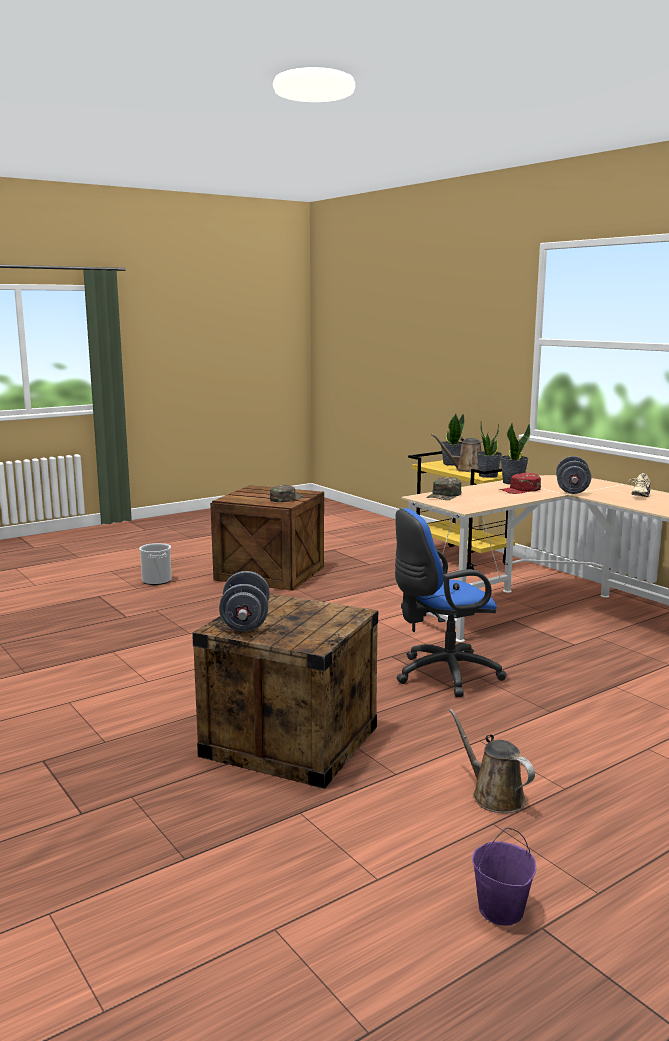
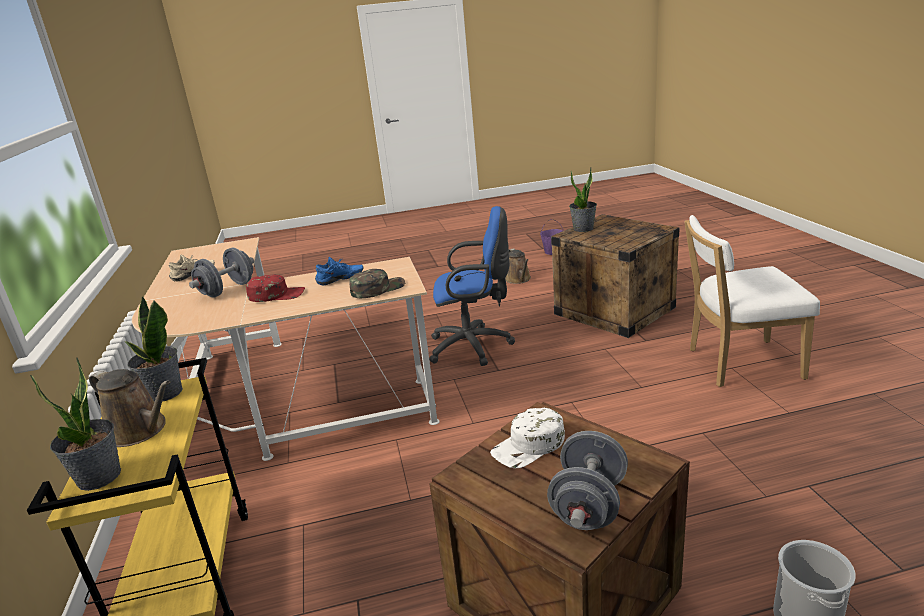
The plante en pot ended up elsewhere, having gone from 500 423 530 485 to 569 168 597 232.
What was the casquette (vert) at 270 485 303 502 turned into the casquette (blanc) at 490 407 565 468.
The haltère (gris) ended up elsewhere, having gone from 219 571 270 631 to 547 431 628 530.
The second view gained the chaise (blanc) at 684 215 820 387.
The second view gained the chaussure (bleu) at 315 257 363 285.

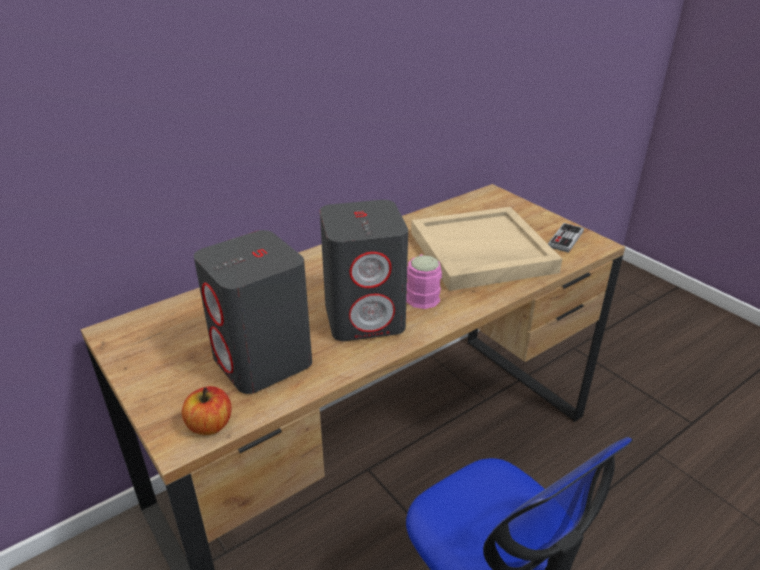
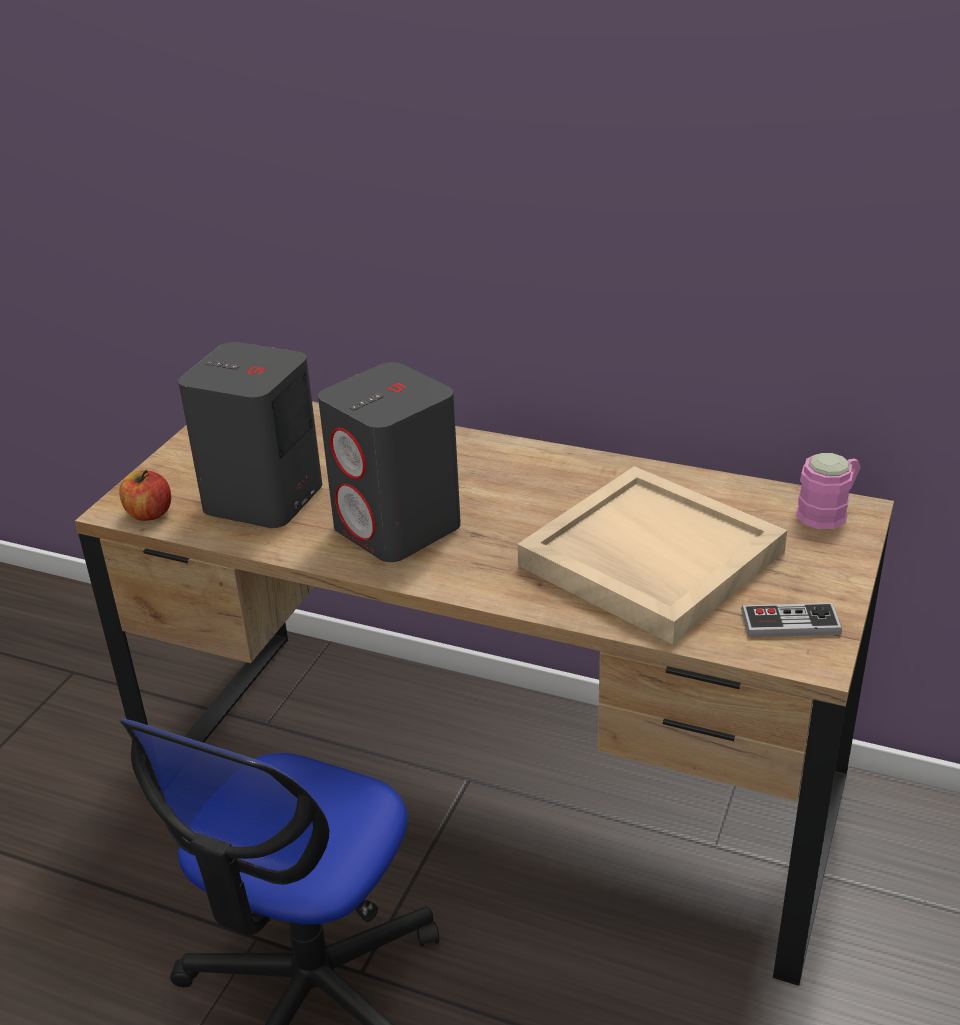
The mug (rose) ended up elsewhere, having gone from 406 254 442 309 to 796 453 861 529.

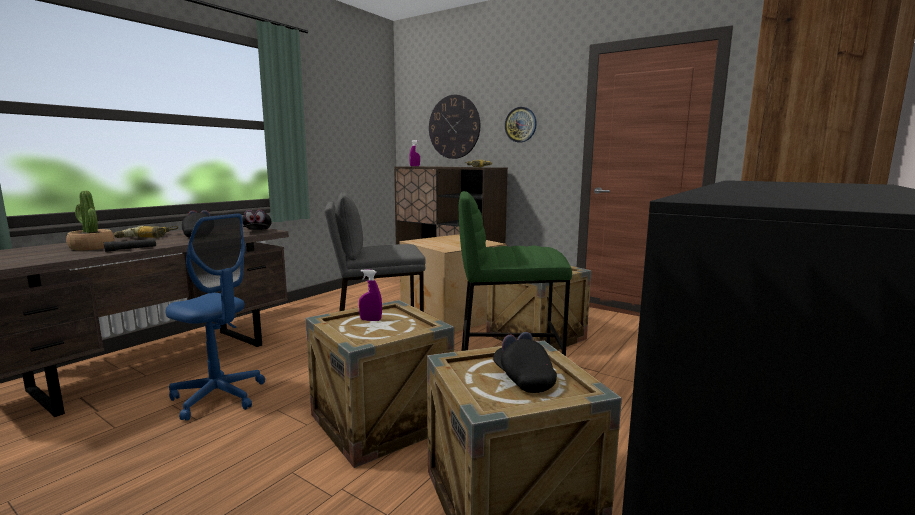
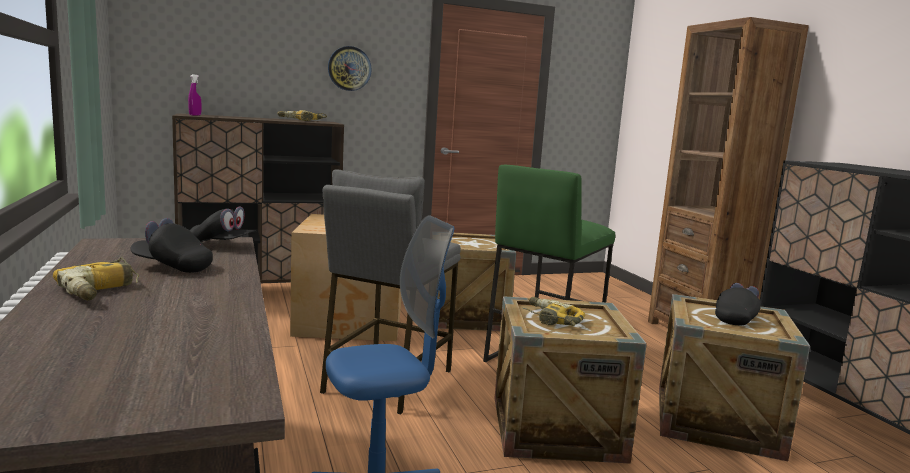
The second view lost the horloge murale at 429 95 480 159.
The second view lost the plante en pot at 66 191 115 251.
The second view lost the lampe de poche (noir) at 104 239 156 252.
Where the vaporisateur (violet) stood at 359 269 382 321, the perceuse came to stand at 523 297 585 326.
The casquette (noir) at 493 332 557 393 ended up facing another way, 120 degrees clockwise from before.

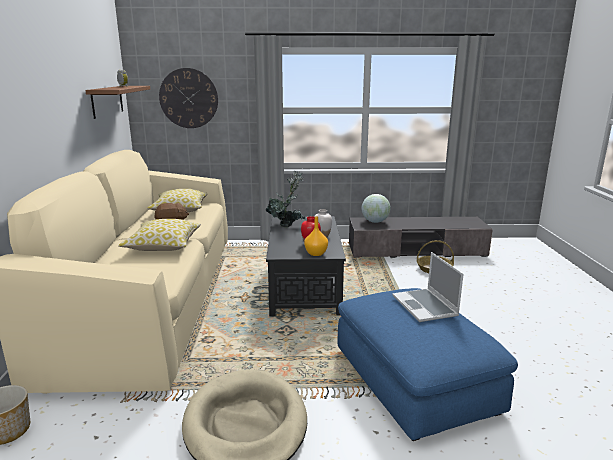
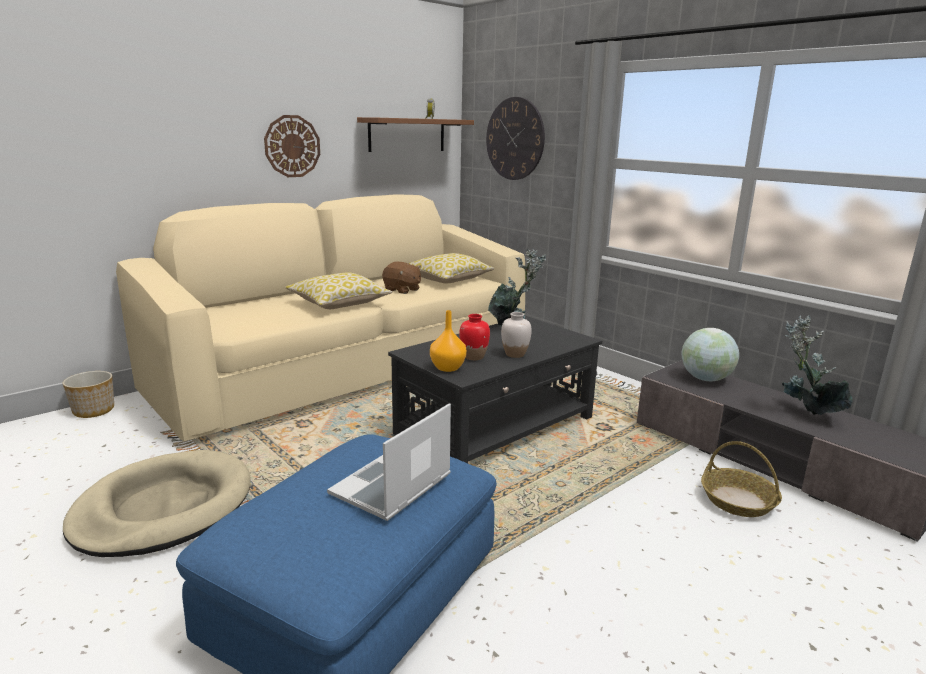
The second view gained the horloge murale at 264 115 320 177.
The second view gained the plante en pot at 782 315 853 415.

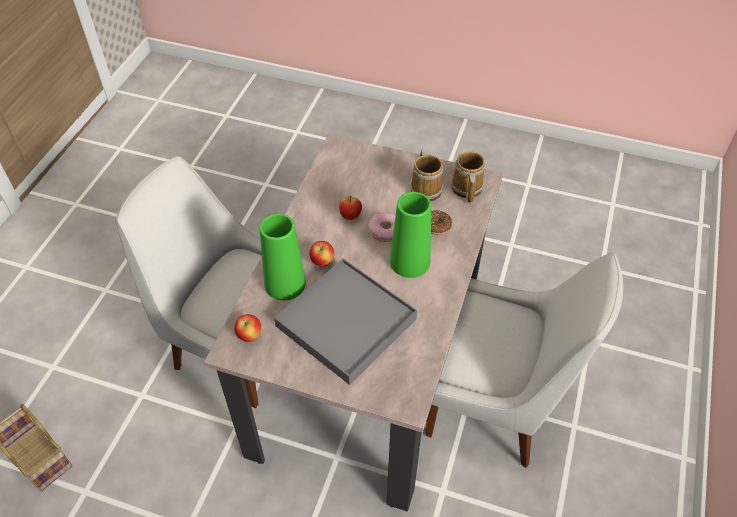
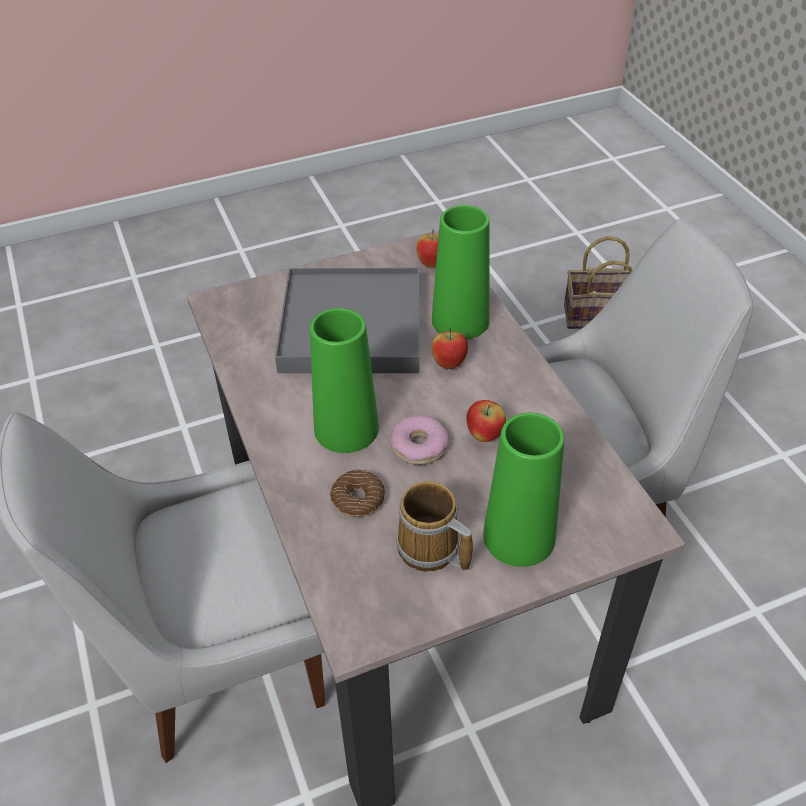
The second view lost the mug at 451 151 485 203.
The second view gained the vase (vert) at 483 413 564 567.

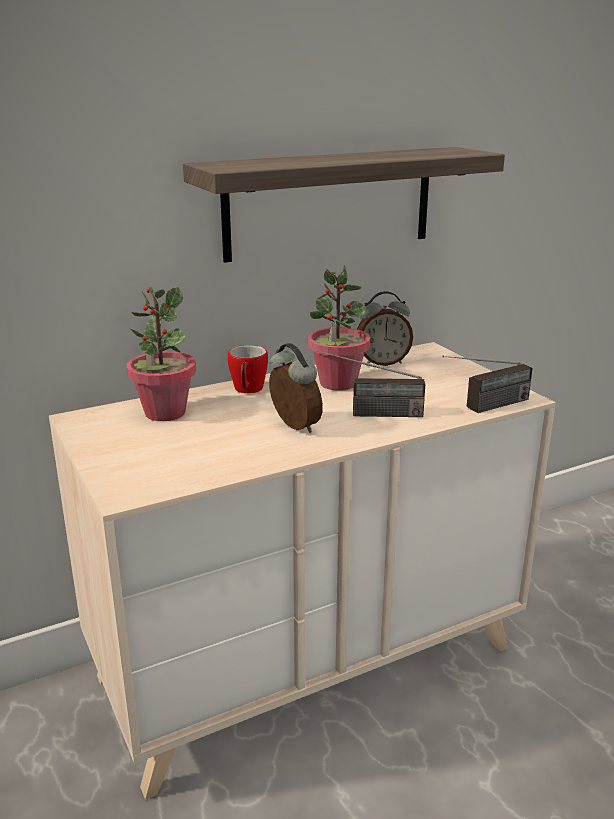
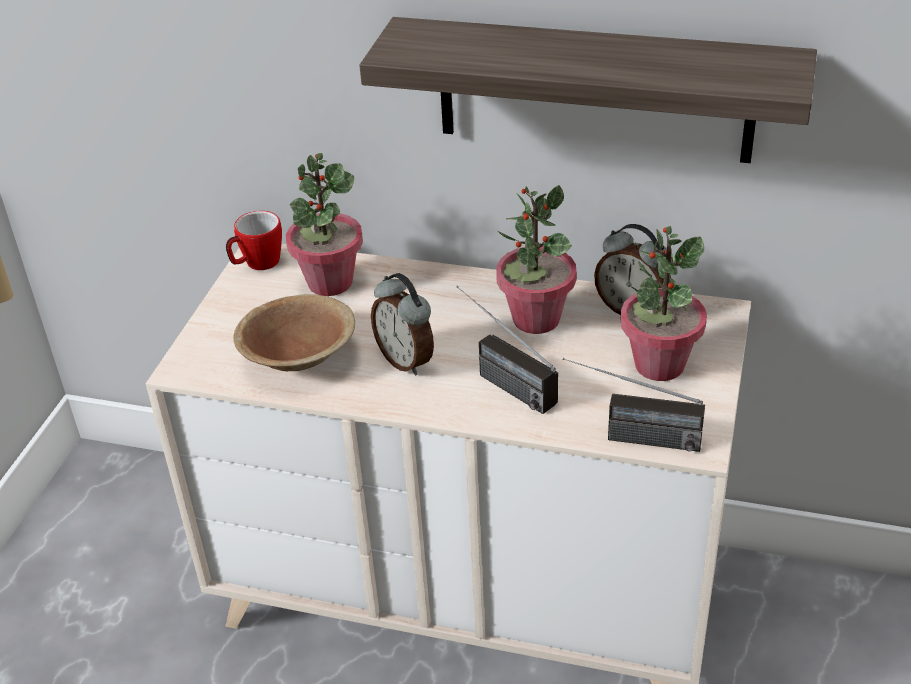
The réveil at 269 343 323 433 ended up facing another way, 135 degrees clockwise from before.
The mug ended up elsewhere, having gone from 228 345 268 394 to 226 211 282 270.
The second view gained the plante en pot at 620 226 707 381.
The second view gained the bol (marron) at 233 294 355 371.

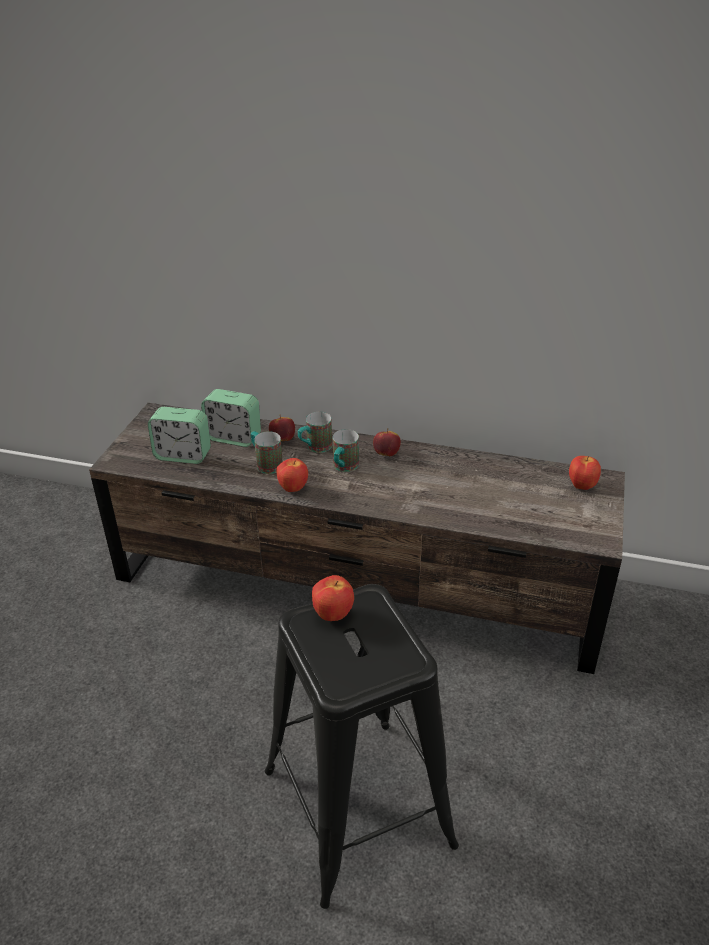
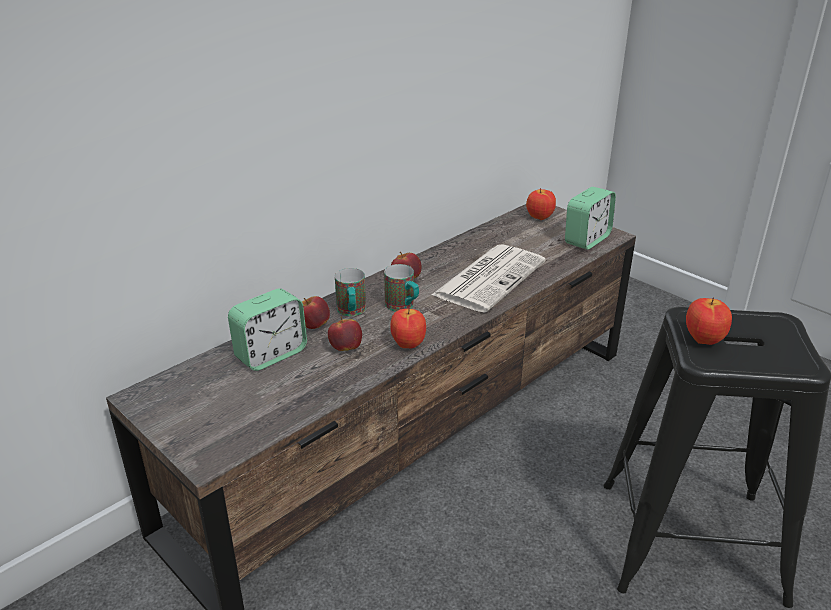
The réveil ended up elsewhere, having gone from 148 407 211 464 to 565 187 616 250.
Where the mug stood at 251 431 283 474, the pomme came to stand at 328 316 362 351.
The second view gained the journal at 432 244 546 313.

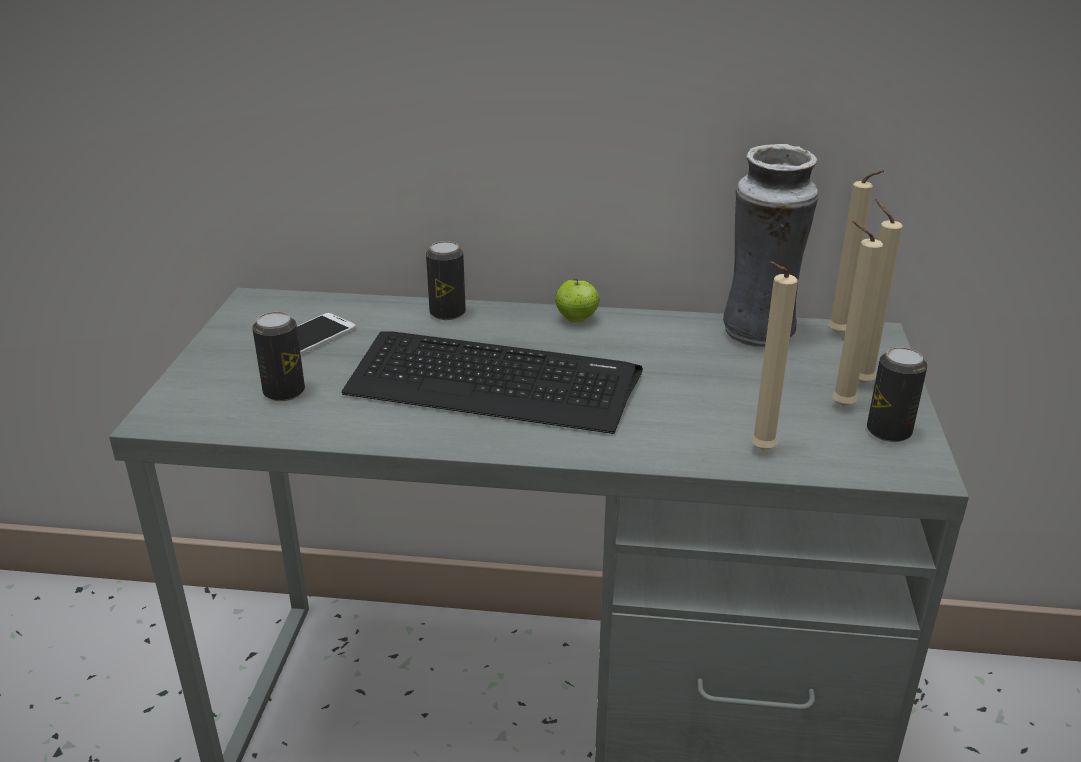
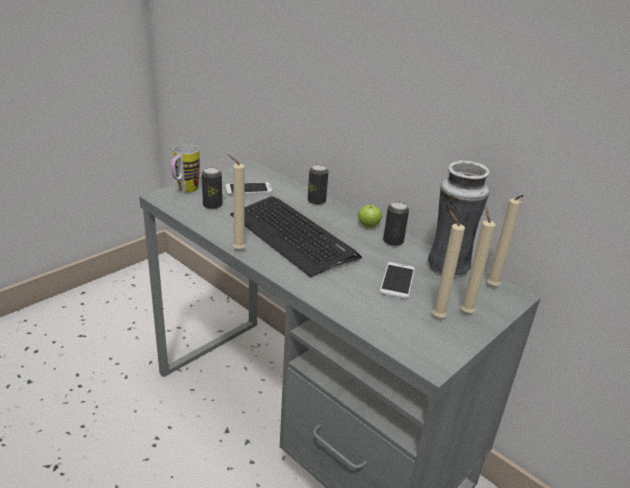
The bougie (beige) ended up elsewhere, having gone from 751 261 798 450 to 227 154 246 250.
The boîte métallique ended up elsewhere, having gone from 867 347 927 442 to 383 202 409 246.
The second view gained the mug at 171 144 200 193.
The second view gained the téléphone at 380 262 415 299.

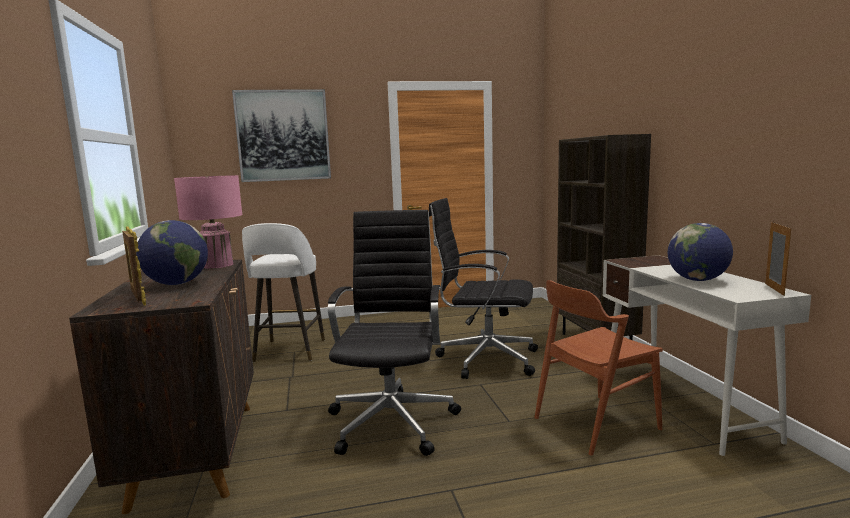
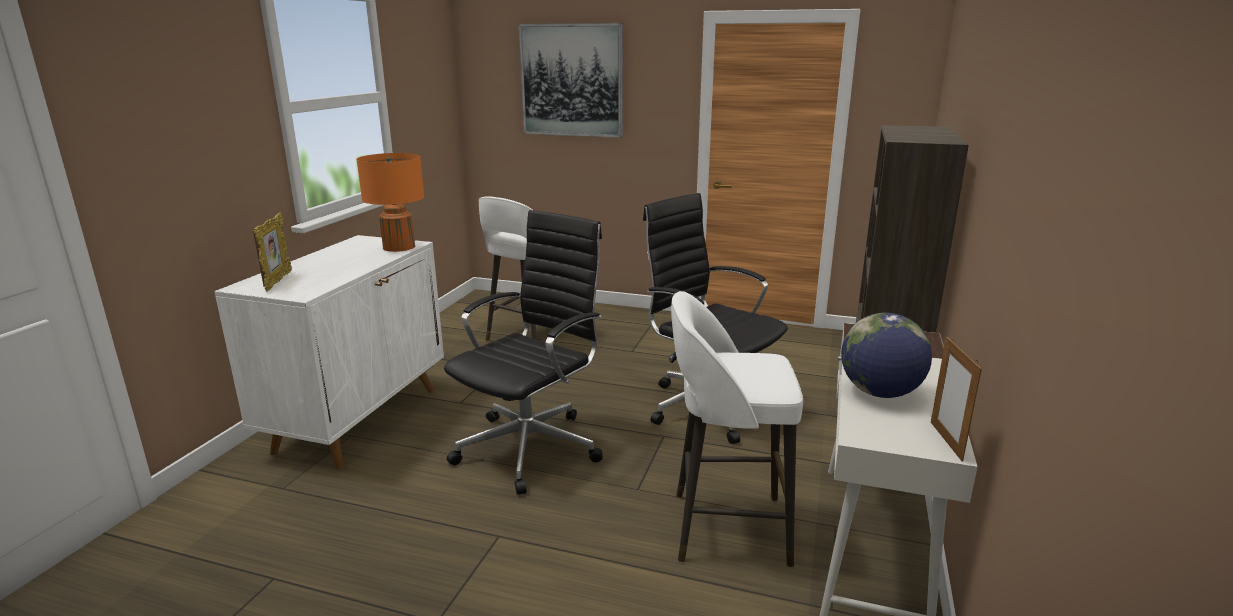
What was the lampe de table (rose) at 174 175 242 269 turned into the lampe de table (orange) at 356 153 424 252.
The second view lost the globe at 136 220 208 285.
The cadre photo at 765 222 791 296 ended up facing another way, 135 degrees clockwise from before.
What was the meuble de rangement (marron) at 69 259 254 514 turned into the meuble de rangement (blanc) at 214 235 444 469.
Where the chaise (marron) stood at 535 280 663 456, the tabouret (blanc) came to stand at 671 291 803 567.

